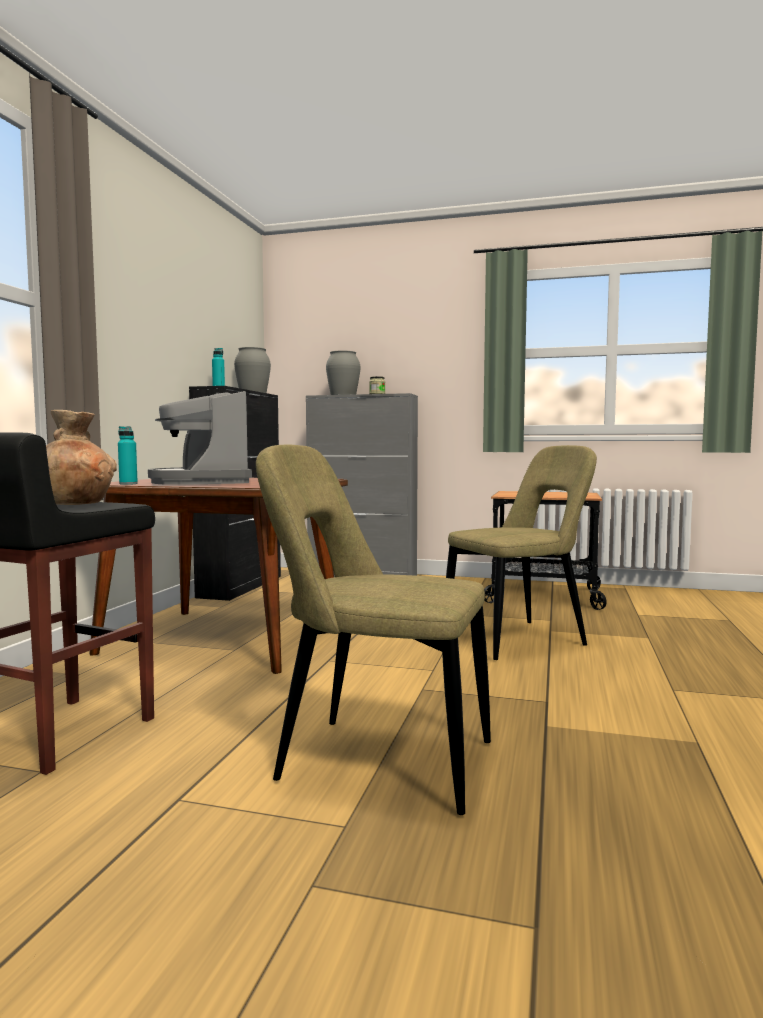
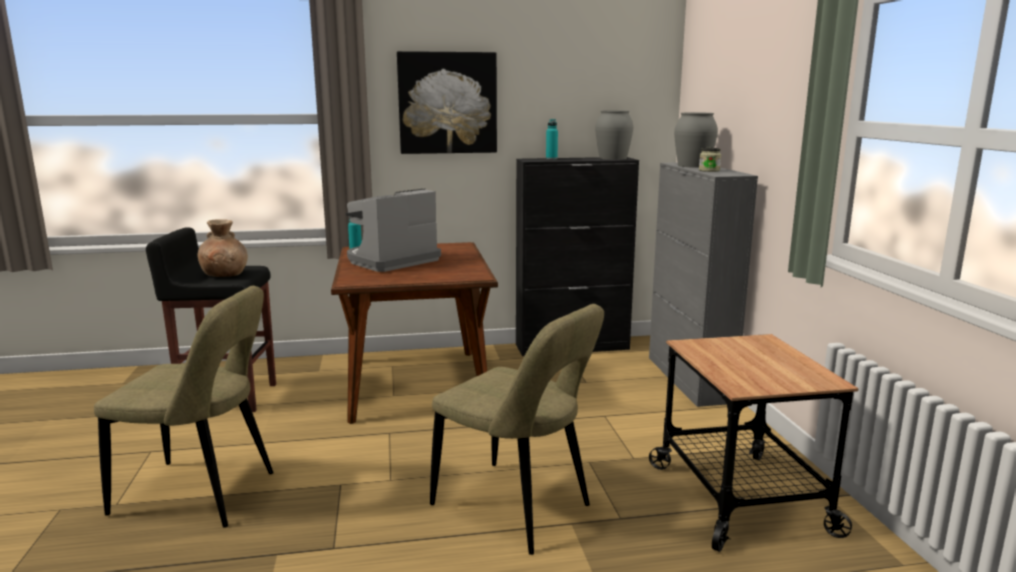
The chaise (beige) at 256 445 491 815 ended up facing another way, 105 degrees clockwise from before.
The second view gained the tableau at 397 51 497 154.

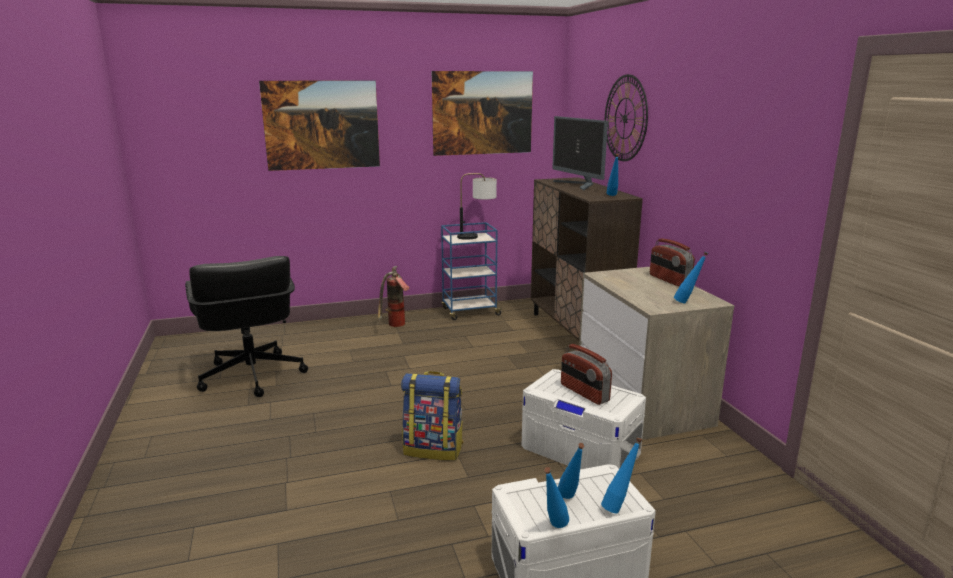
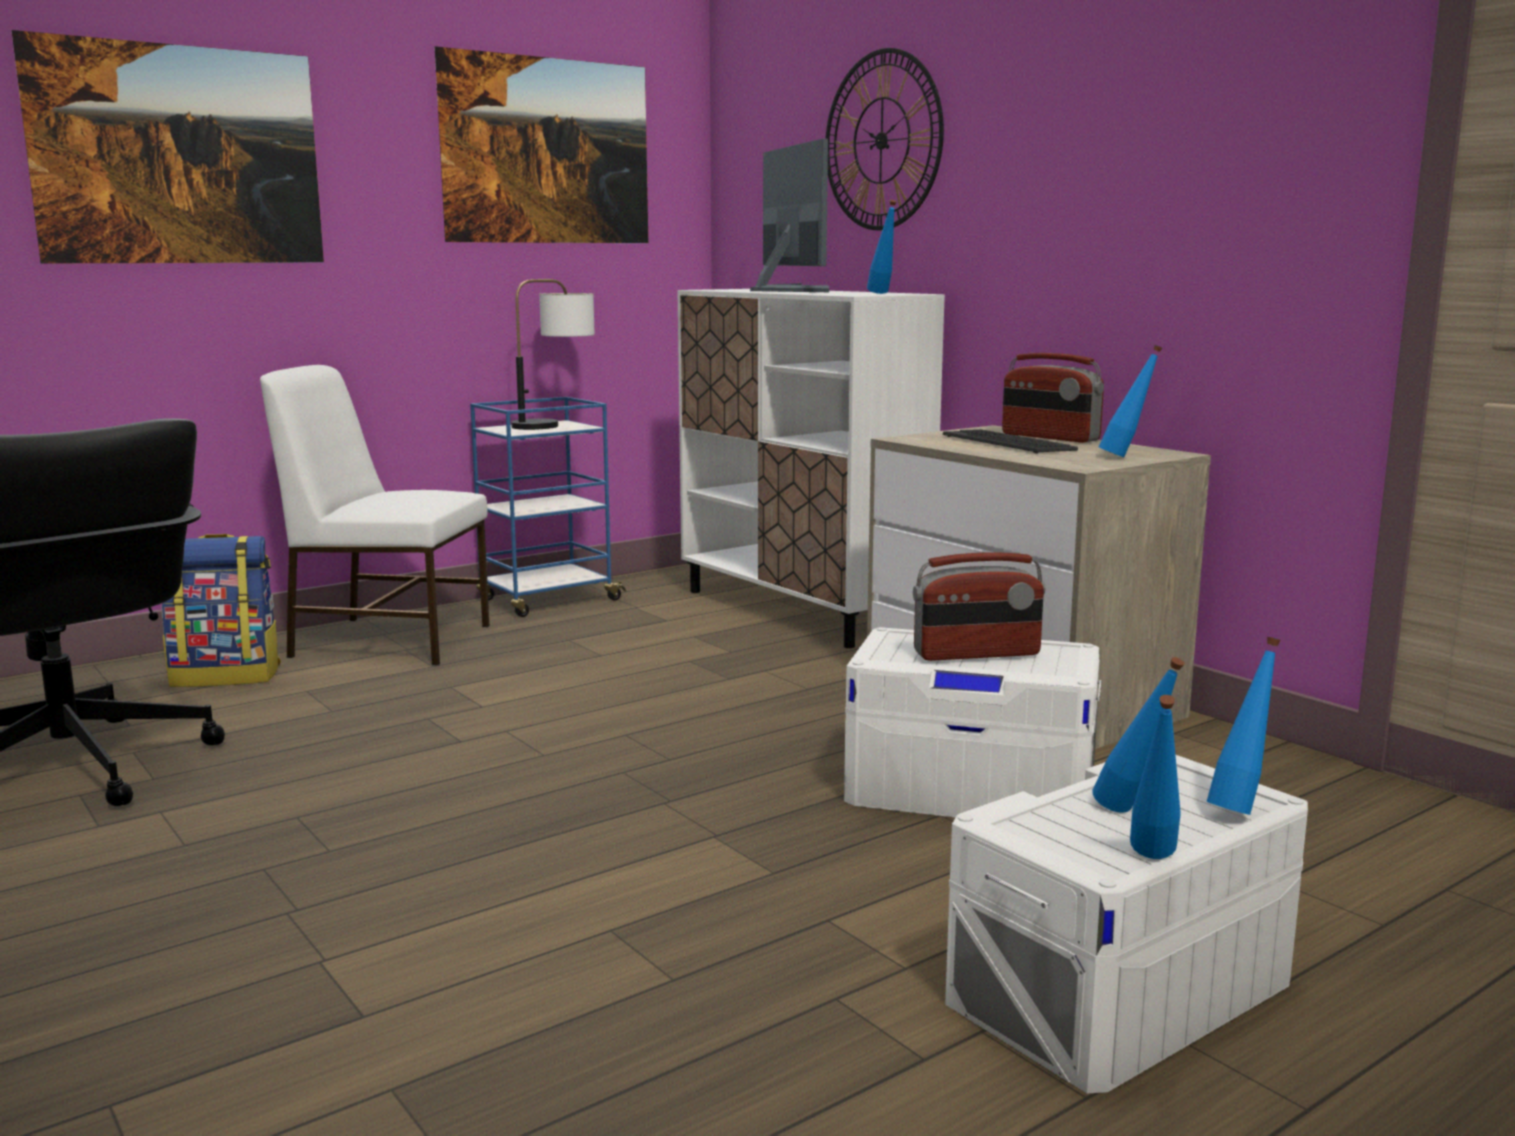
The écran d'ordinateur at 552 116 608 191 ended up facing another way, 150 degrees counterclockwise from before.
What was the meuble de rangement (marron) at 531 177 643 341 turned into the meuble de rangement (blanc) at 677 289 945 648.
Where the extincteur stood at 378 266 410 327, the chaise (blanc) came to stand at 260 365 490 666.
The radio at 561 344 612 405 ended up facing another way, 45 degrees counterclockwise from before.
The sac à dos ended up elsewhere, having gone from 401 371 463 460 to 162 534 281 687.
The second view gained the clavier at 943 429 1078 454.

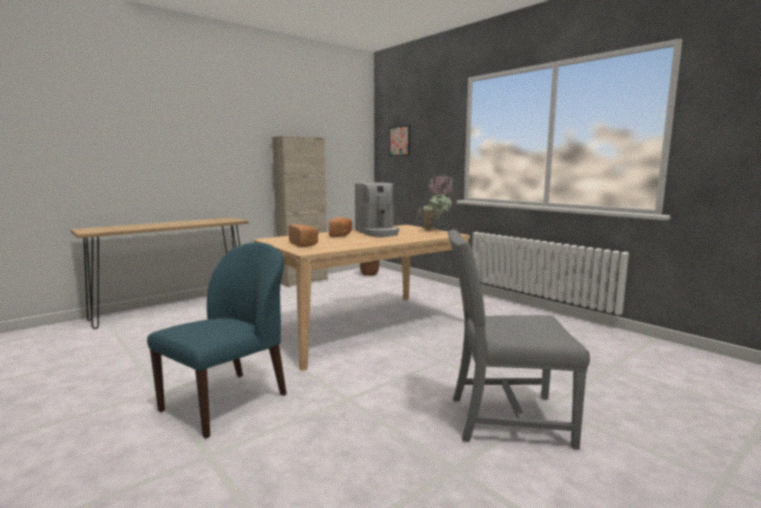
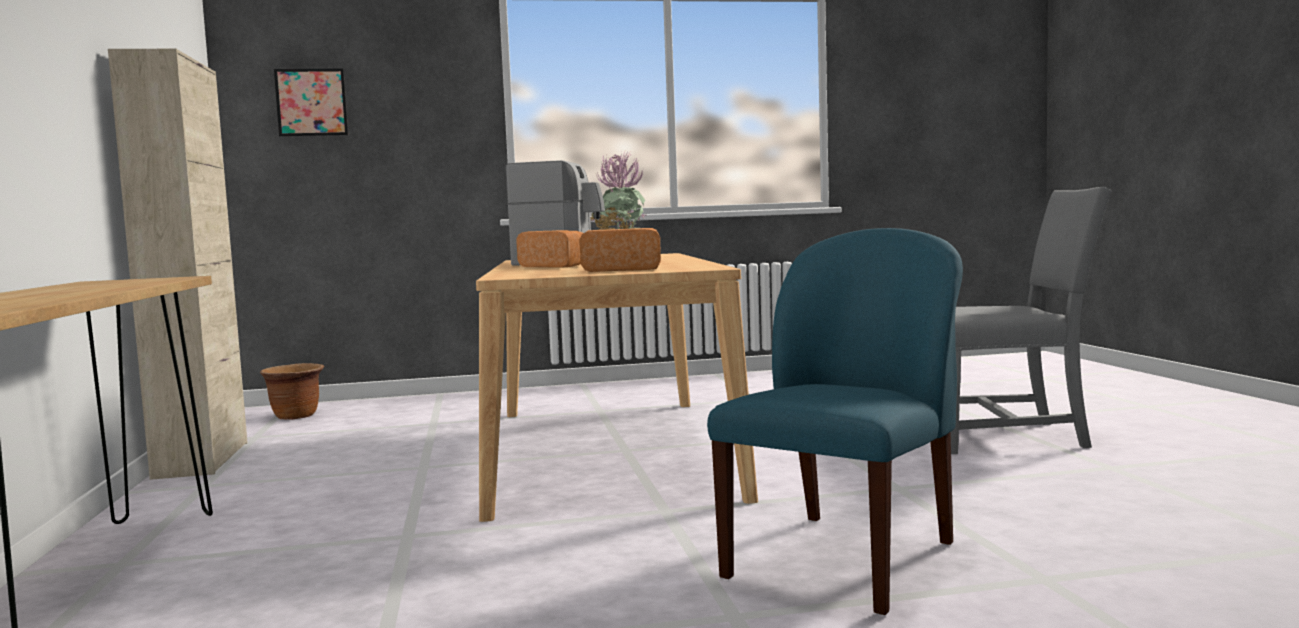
The chaise (gris) at 448 229 590 450 ended up facing another way, 120 degrees counterclockwise from before.
The chaise (bleu) at 147 242 287 439 ended up facing another way, 60 degrees clockwise from before.

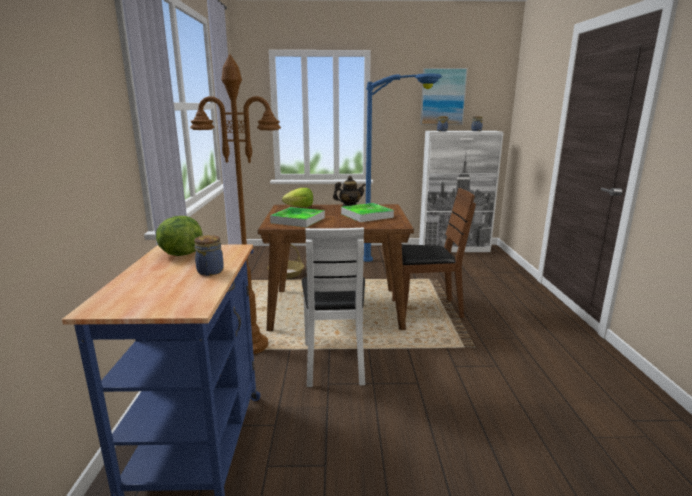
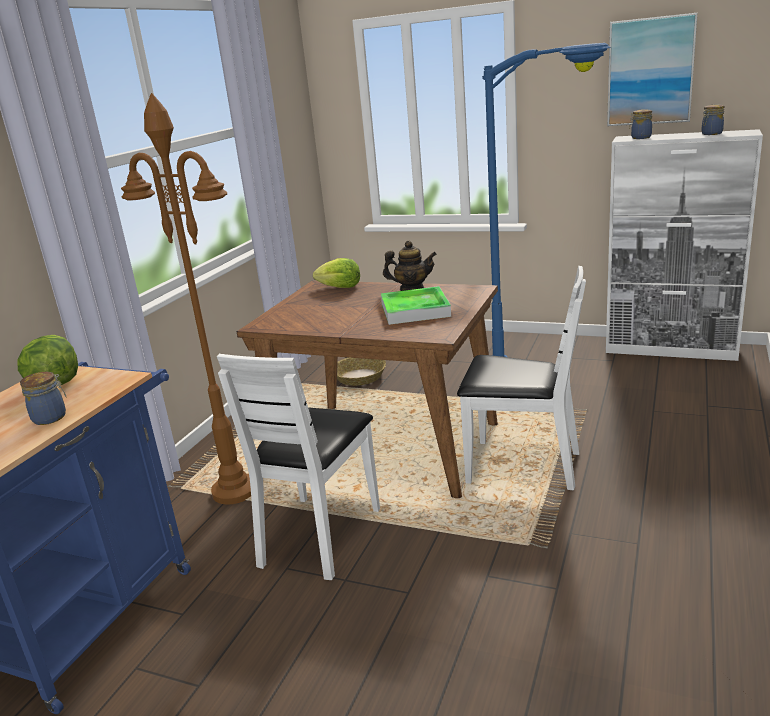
What was the chaise (marron) at 392 188 476 319 turned into the chaise (blanc) at 457 266 586 490.
The second view lost the plateau at 270 207 325 227.

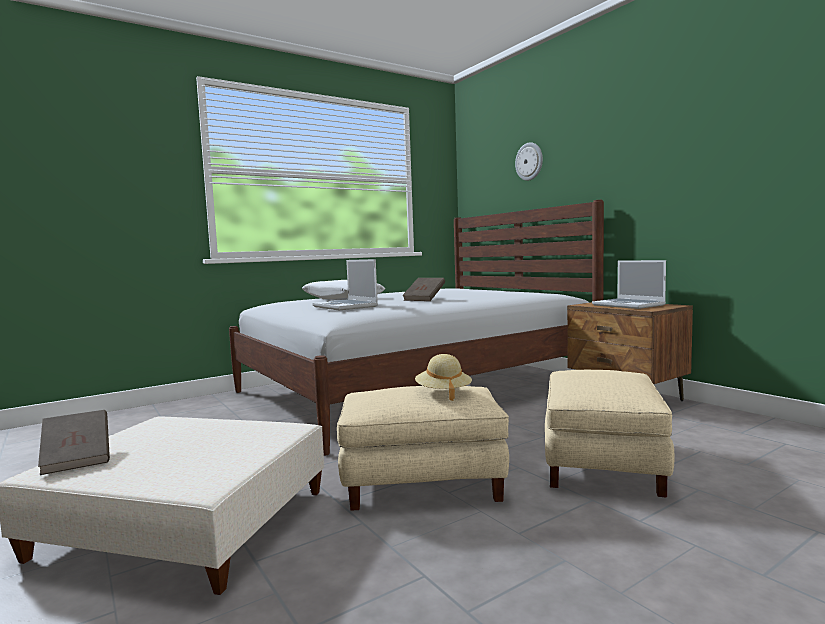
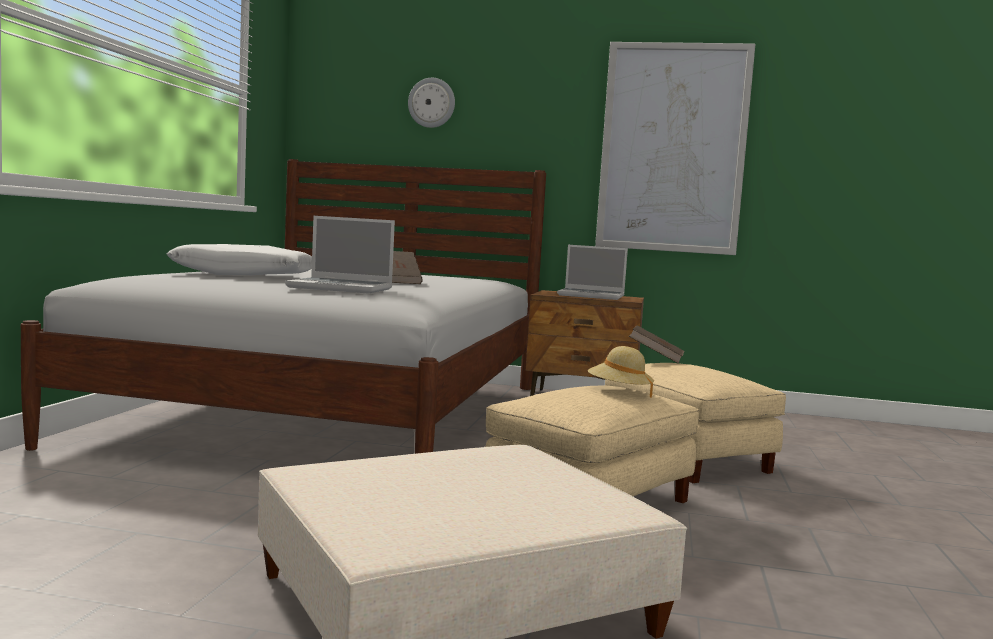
The livre (marron) ended up elsewhere, having gone from 38 410 110 475 to 629 325 684 364.
The second view gained the tableau at 595 42 755 255.

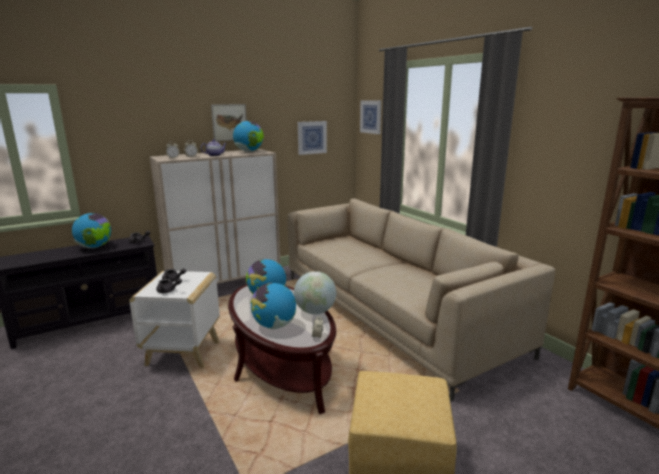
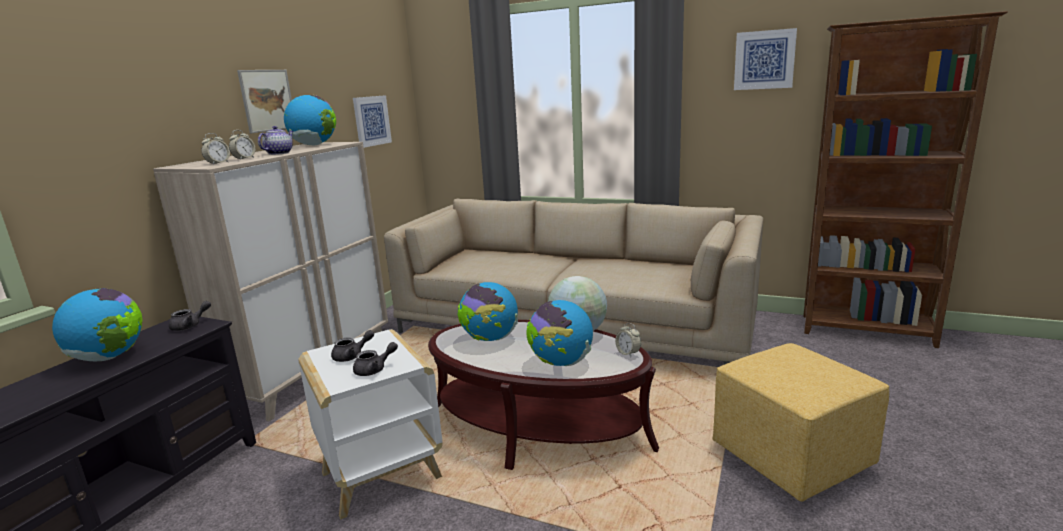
The tableau ended up elsewhere, having gone from 360 100 381 134 to 734 28 797 90.

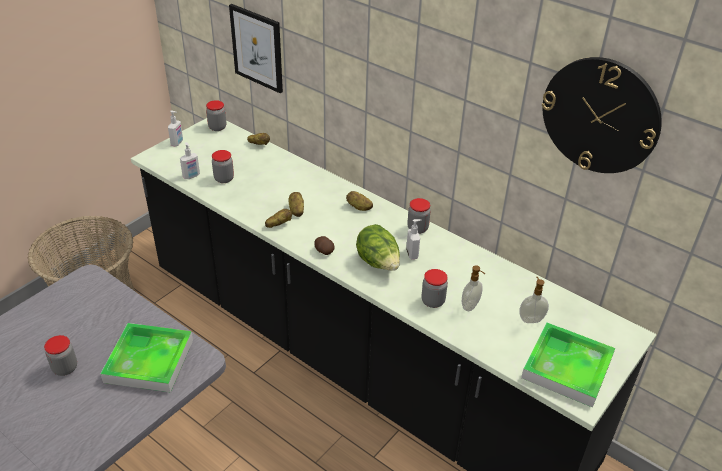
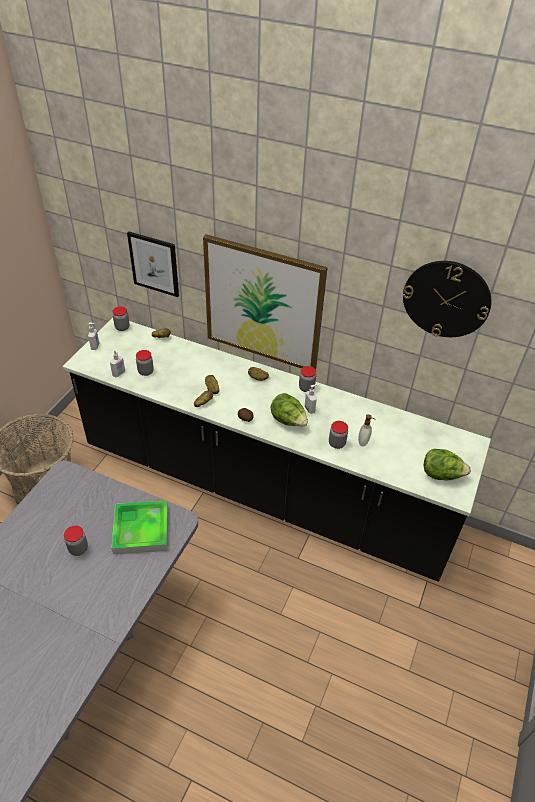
The second view lost the distributeur de savon at 519 277 549 323.
Where the plateau stood at 521 322 615 408, the laitue came to stand at 424 449 471 480.
The second view gained the tableau at 203 234 328 370.

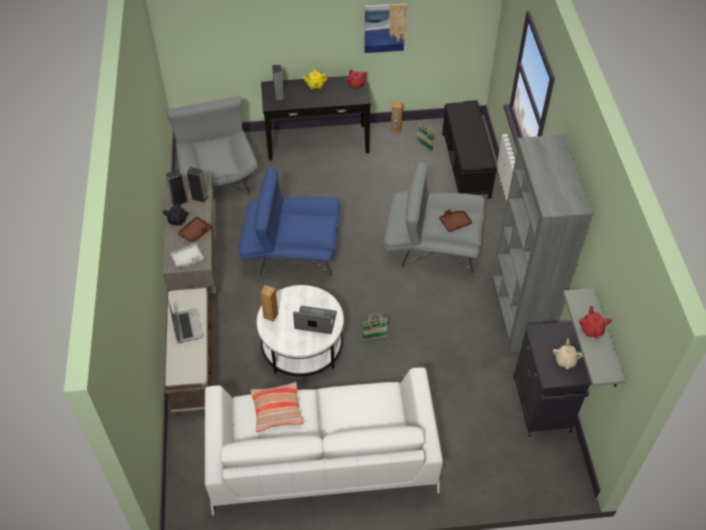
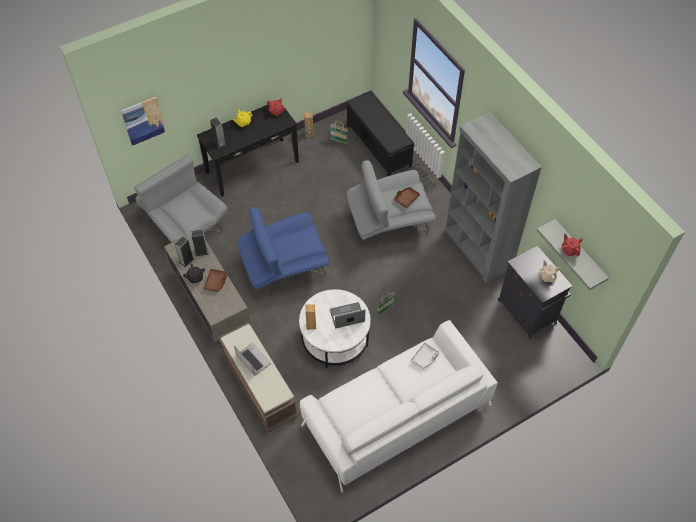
The tableau ended up elsewhere, having gone from 364 3 407 53 to 121 96 166 146.
The plateau (gris) ended up elsewhere, having gone from 170 243 204 267 to 411 343 440 369.
The second view lost the coussin at 250 382 304 432.

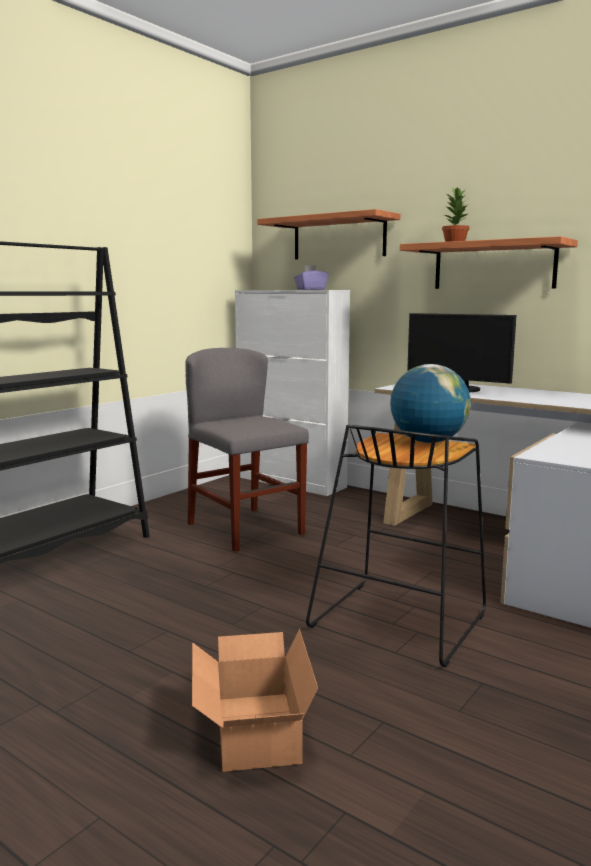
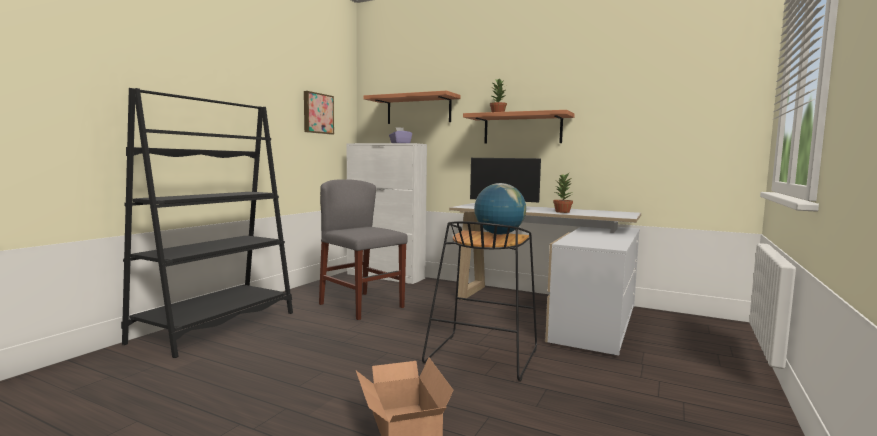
The second view gained the tableau at 304 91 334 134.
The second view gained the plante en pot at 553 173 573 213.

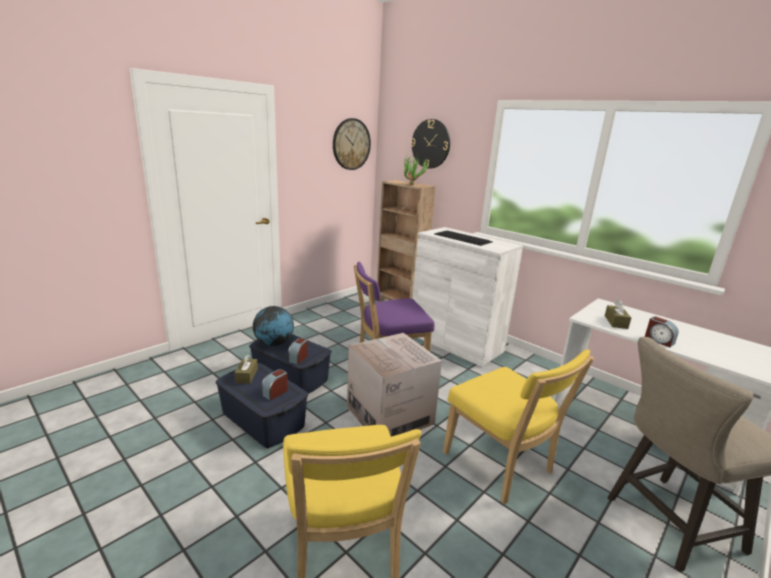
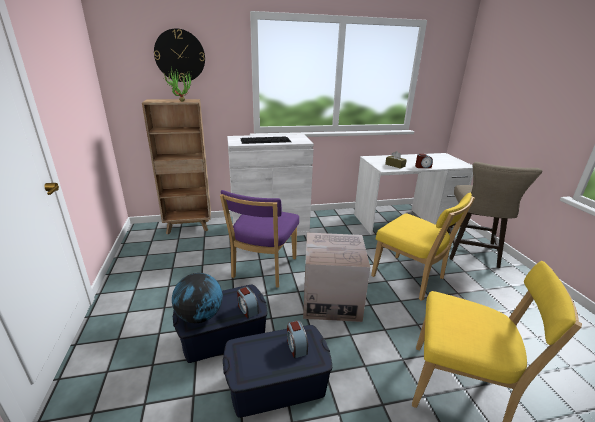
The second view lost the horloge murale at 333 118 371 170.
The chaise (jaune) at 443 350 594 504 ended up facing another way, 45 degrees clockwise from before.
The second view lost the boîte à mouchoirs (marron) at 234 355 258 384.

